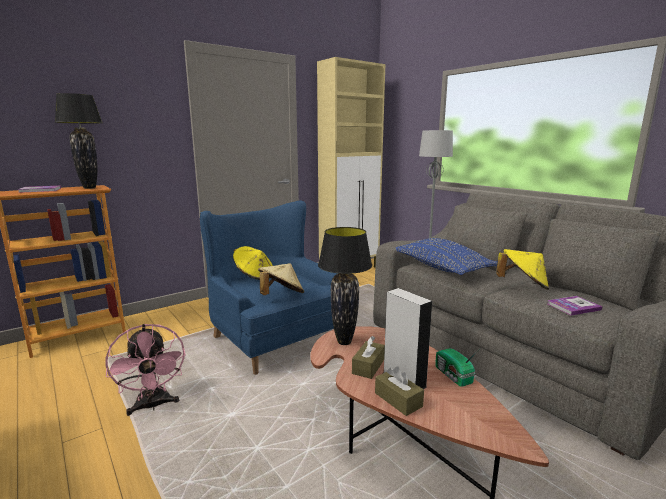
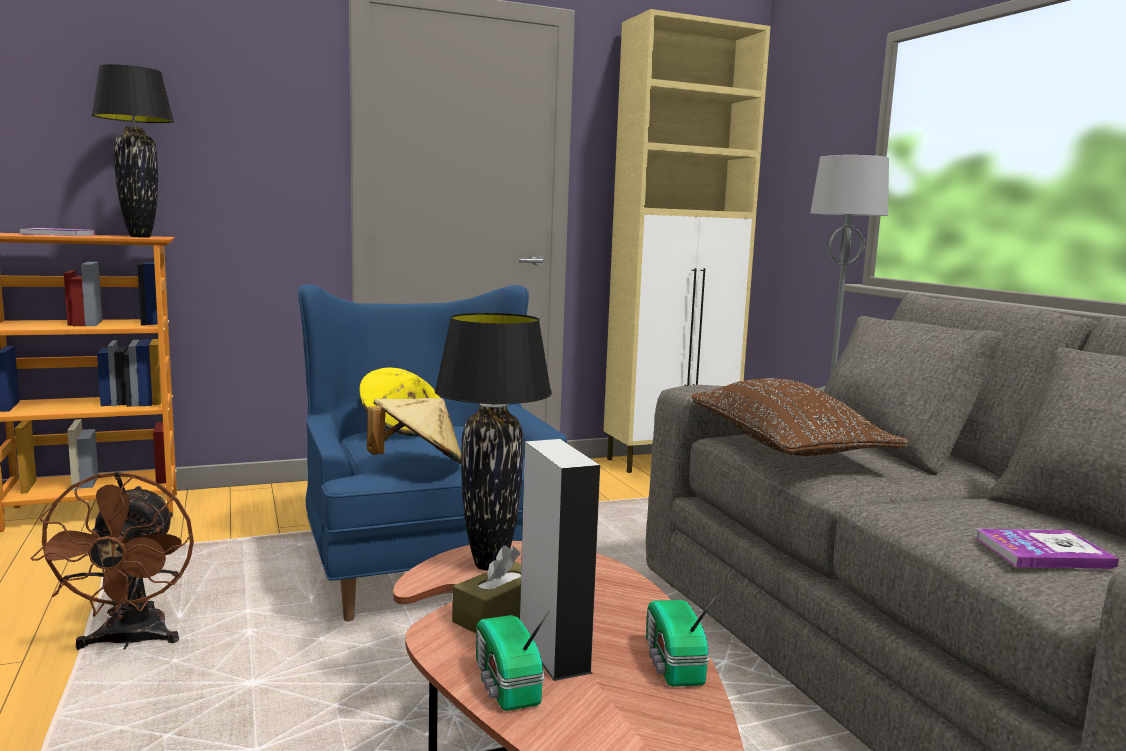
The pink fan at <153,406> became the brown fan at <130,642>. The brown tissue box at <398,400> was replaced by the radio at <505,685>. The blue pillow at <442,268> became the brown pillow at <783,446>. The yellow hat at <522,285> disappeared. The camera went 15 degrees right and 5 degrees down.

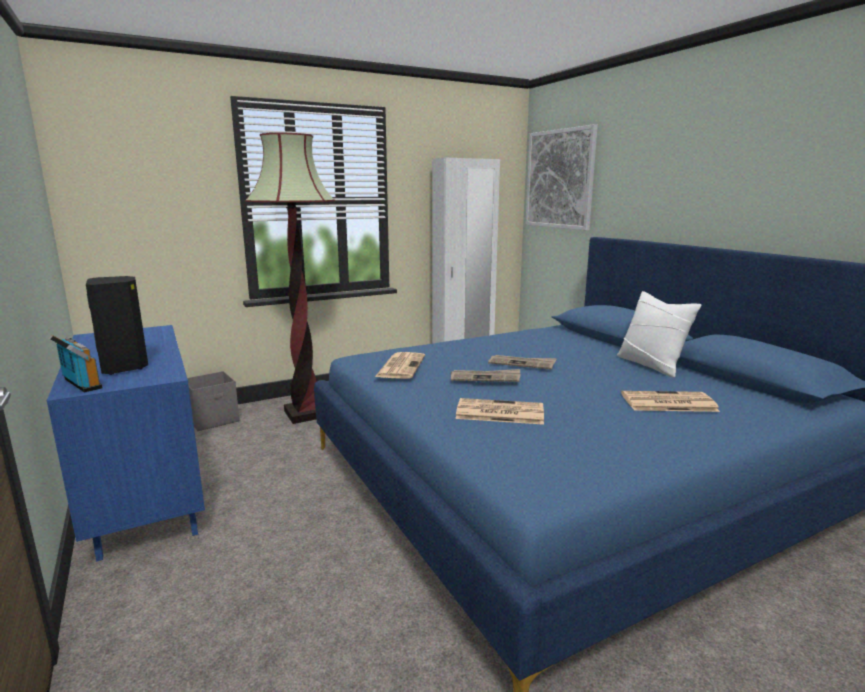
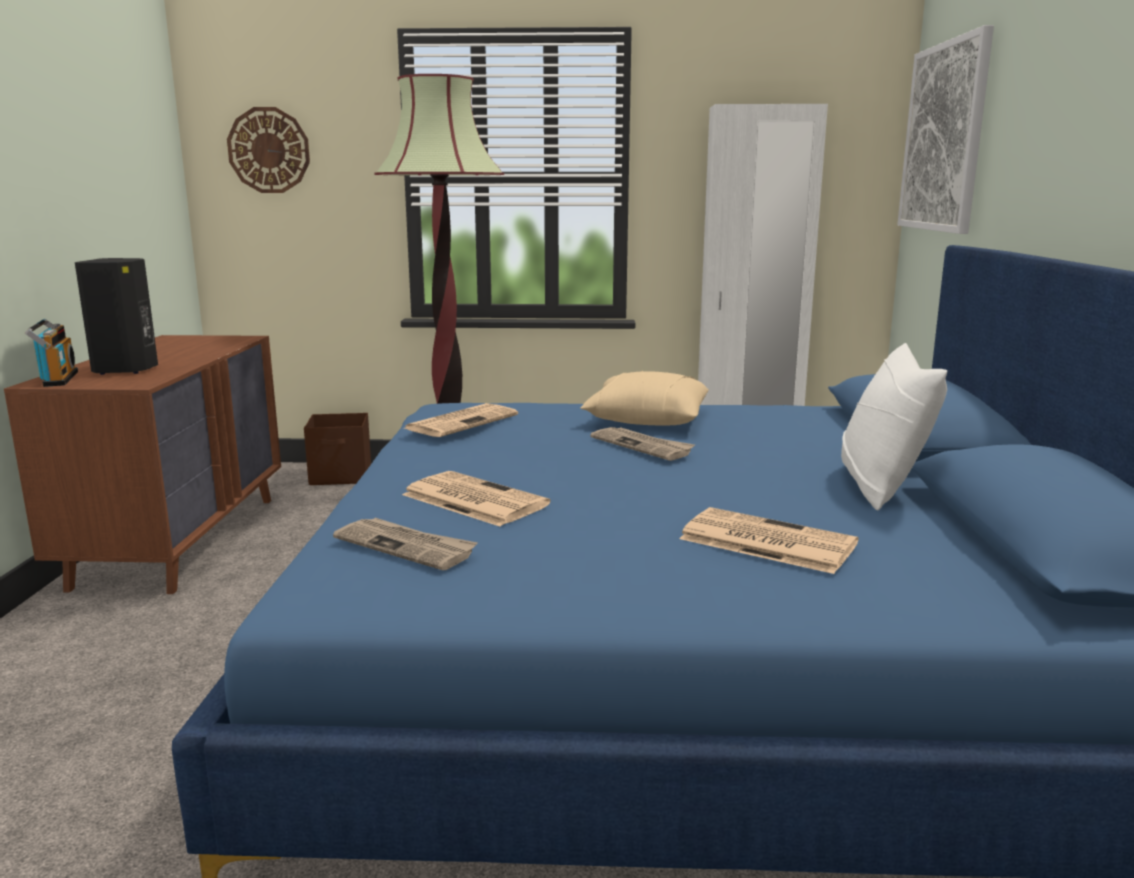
The blue dresser at <146,494> became the brown dresser at <180,540>. The grey storage box at <214,420> became the brown storage box at <342,476>. The newspaper moved from <485,377> to <406,546>. The wall clock at <269,150> appeared. The beige pillow at <646,420> appeared. The camera went 30 degrees right and 0 degrees up.

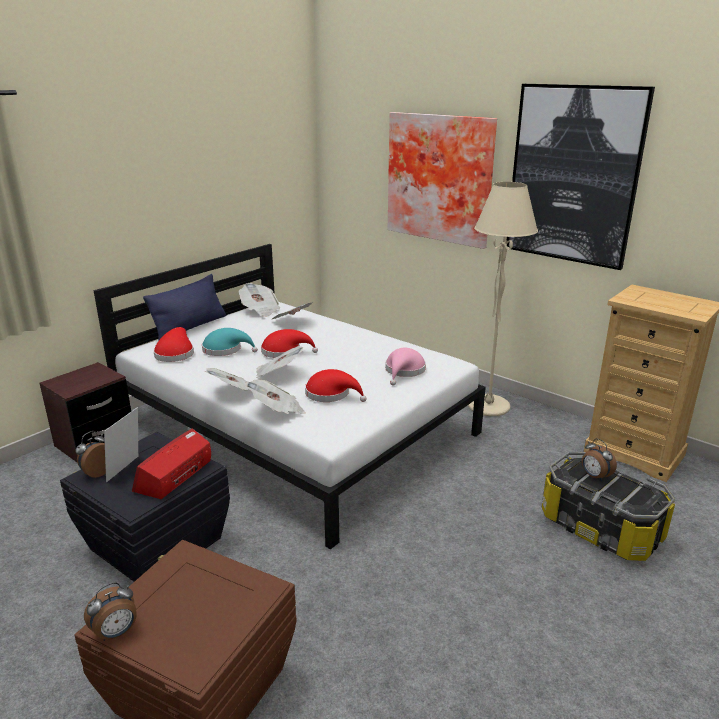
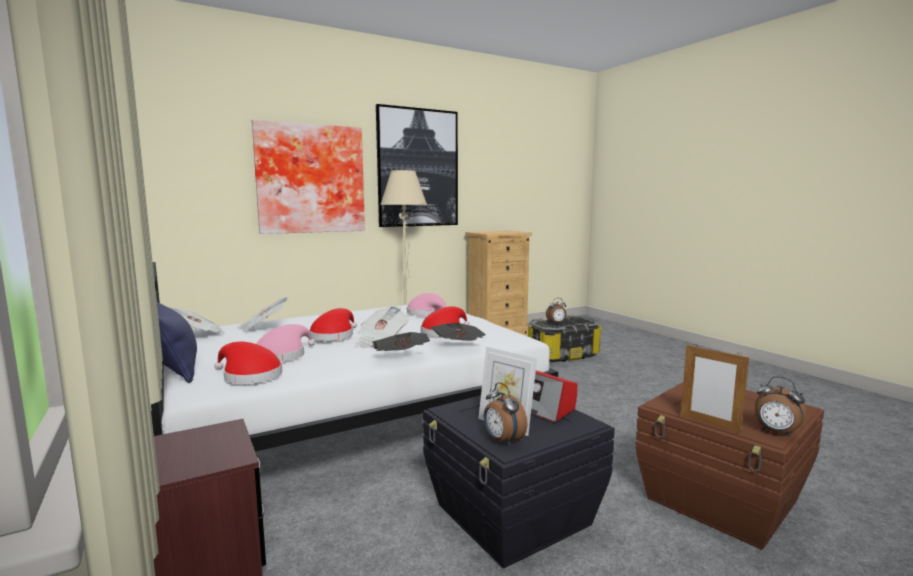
The alarm clock at <116,633> turned 150 degrees clockwise. The turquoise hat at <225,350> became the pink hat at <283,355>. The picture frame at <709,424> appeared. The camera went 70 degrees left and 15 degrees down.

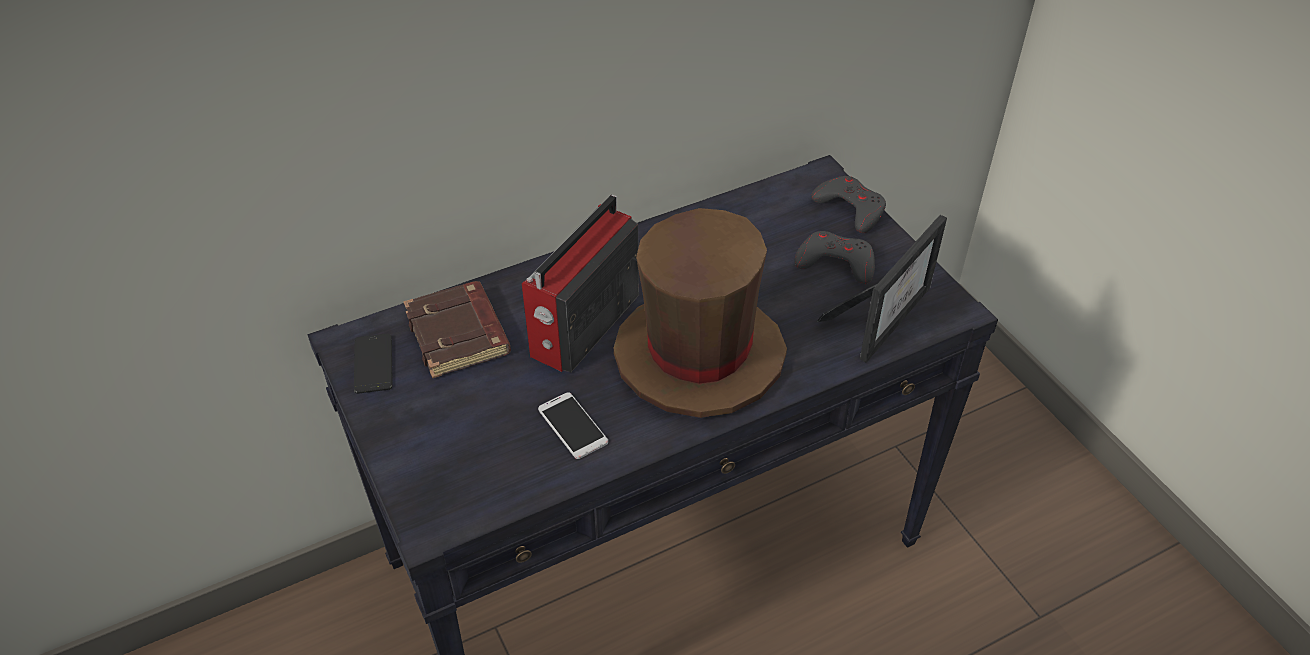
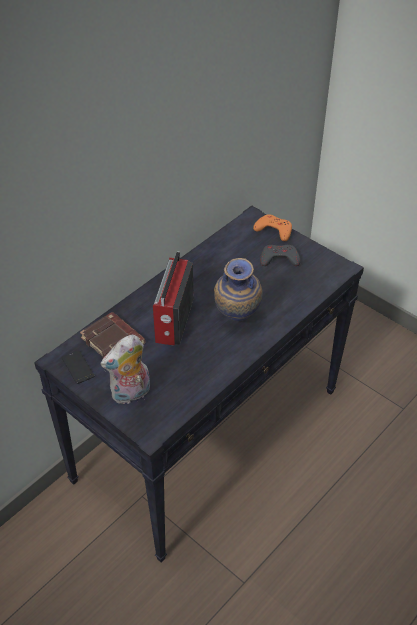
The phone at <573,426> disappeared. The brown hat at <699,355> was replaced by the vase at <236,320>. The grey game controller at <850,208> became the orange game controller at <274,230>. The picture frame at <885,315> disappeared. The plush toy at <131,394> appeared. The camera went 20 degrees left and 0 degrees up.

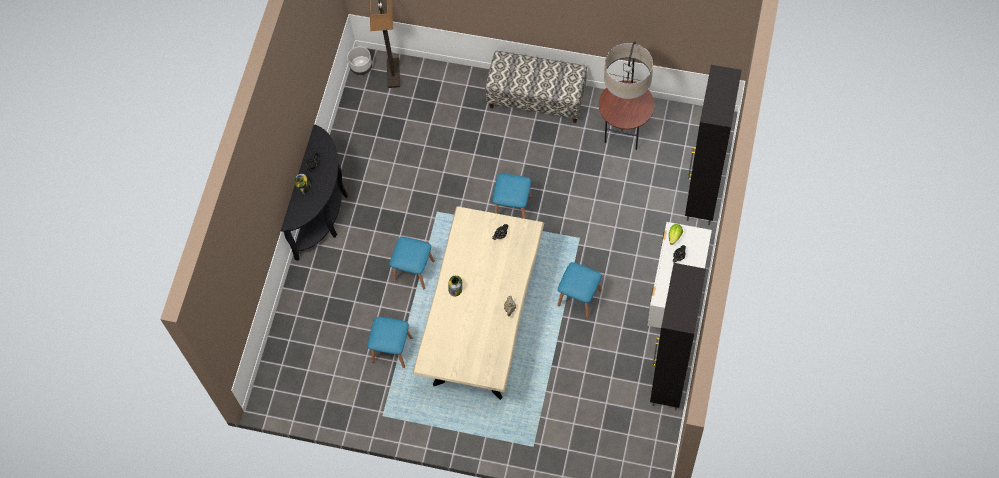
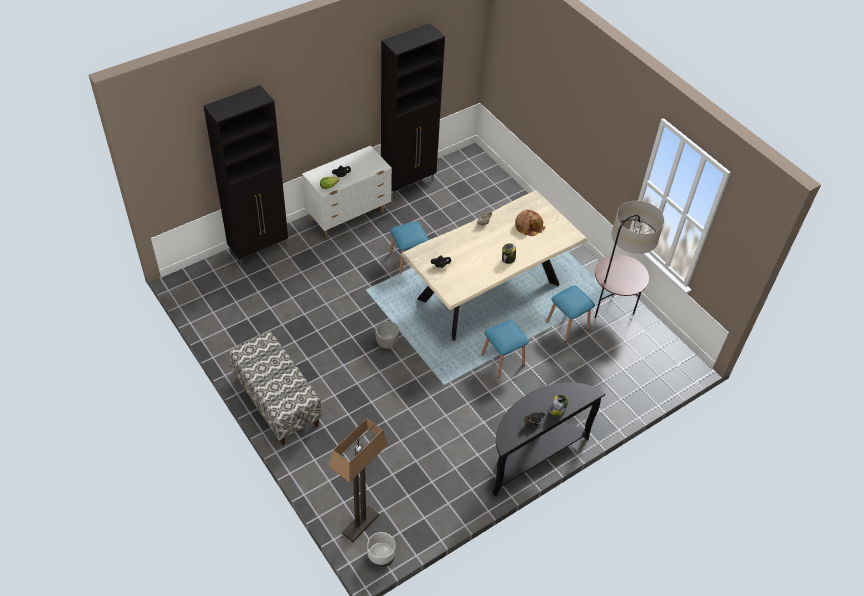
The blue stool at <512,207> was replaced by the planter at <386,343>. The floor lamp moved from <624,131> to <611,309>. The bread at <529,226> appeared. The camera went 145 degrees left and 15 degrees down.

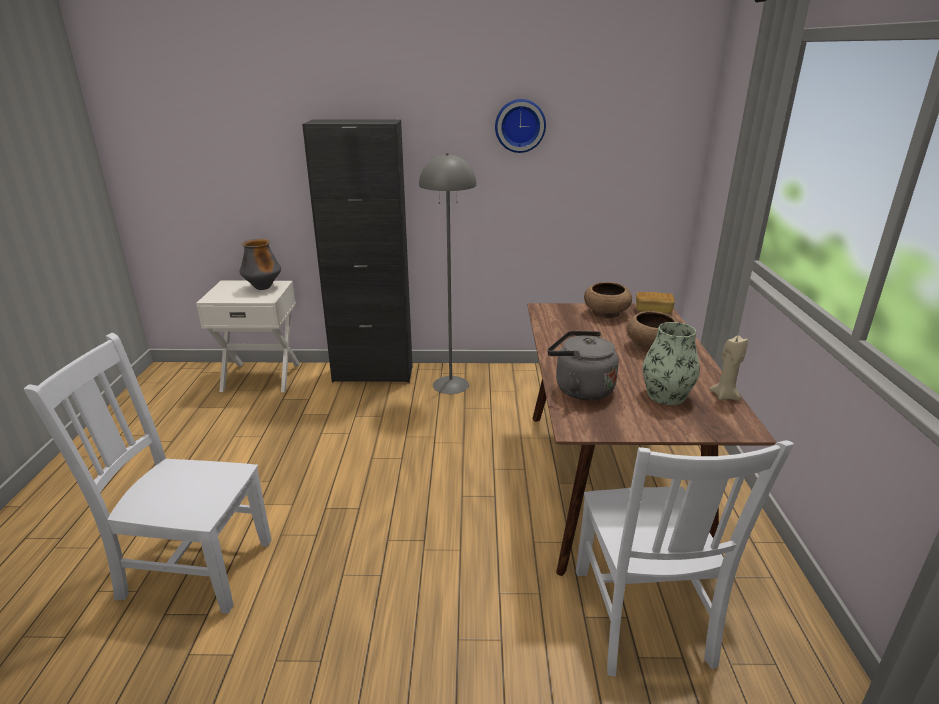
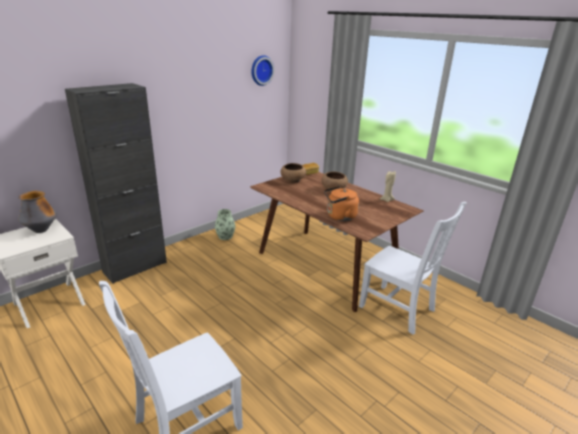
The grey floor lamp at <450,384> disappeared. The wall clock moved from <520,125> to <261,70>. The grey kettle at <580,389> became the orange kettle at <339,217>. The vase moved from <666,395> to <225,236>. The camera went 45 degrees left and 0 degrees up.

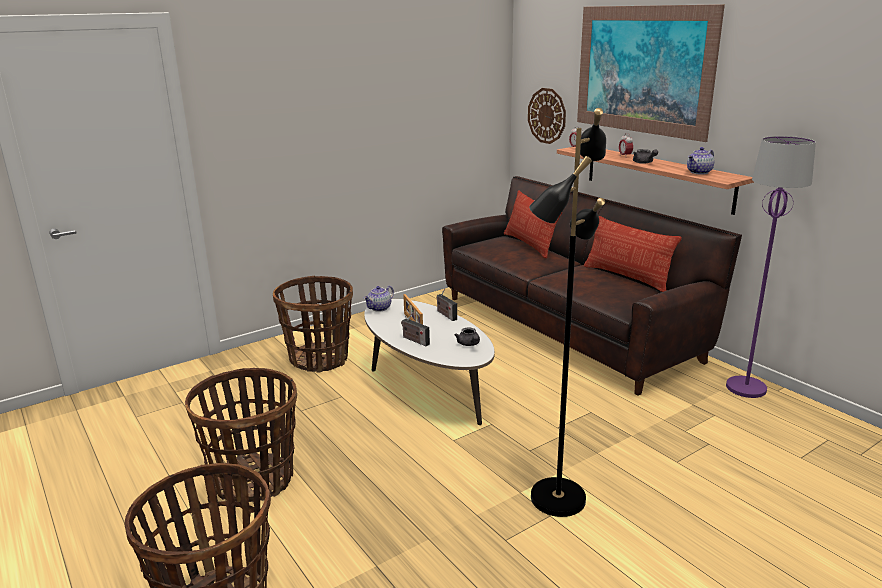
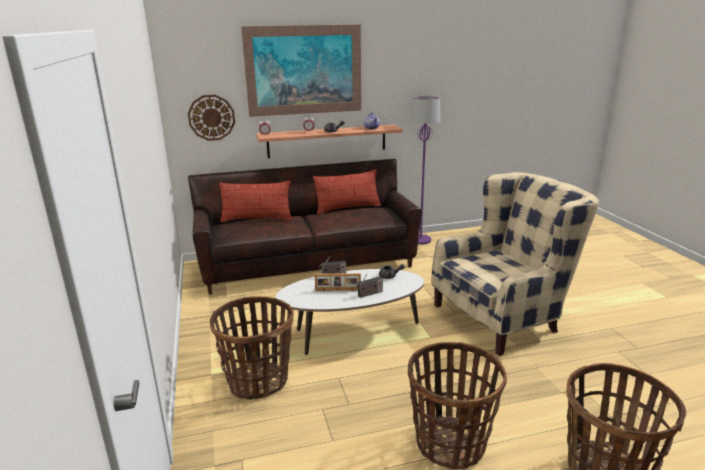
The teapot at <379,308> disappeared. The black floor lamp at <556,497> was replaced by the beige armchair at <504,316>. The camera went 70 degrees left and 0 degrees up.

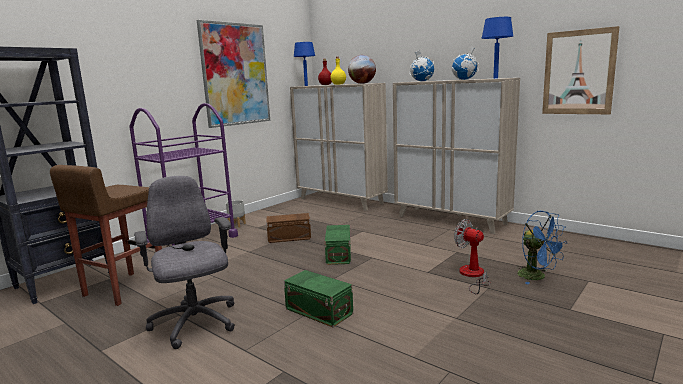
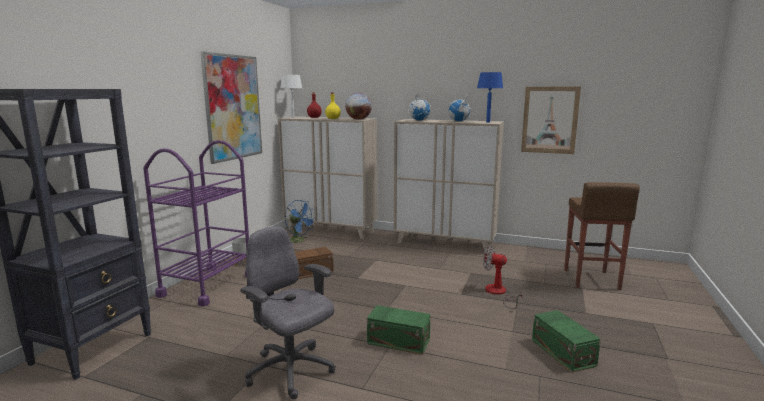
The brown stool moved from <123,289> to <590,280>. The blue table lamp at <306,85> became the white table lamp at <292,117>. The green storage box moved from <339,254> to <563,352>. The blue fan moved from <537,277> to <300,241>. The camera went 20 degrees left and 0 degrees up.

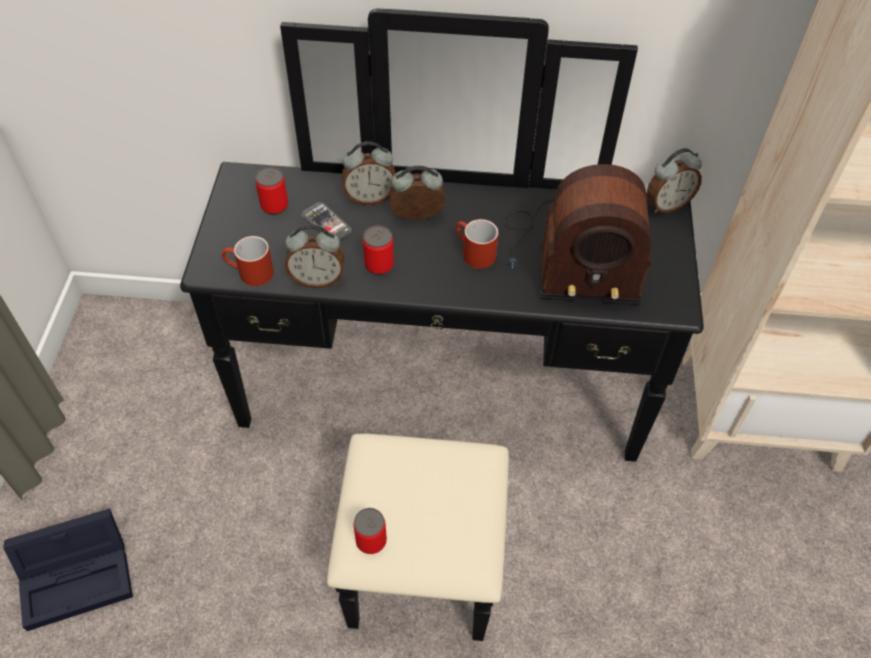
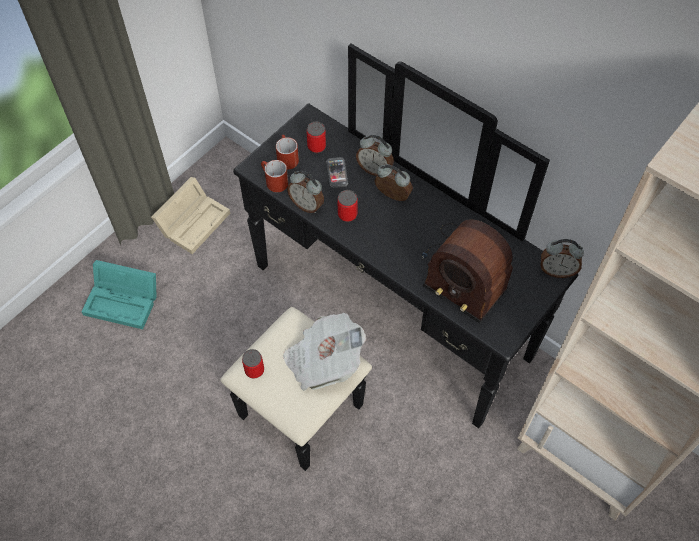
The black storage box at <79,575> became the turquoise storage box at <124,301>. The red mug moved from <473,253> to <286,158>. The beige storage box at <194,221> appeared. The newspaper at <323,361> appeared. The camera went 35 degrees right and 5 degrees up.

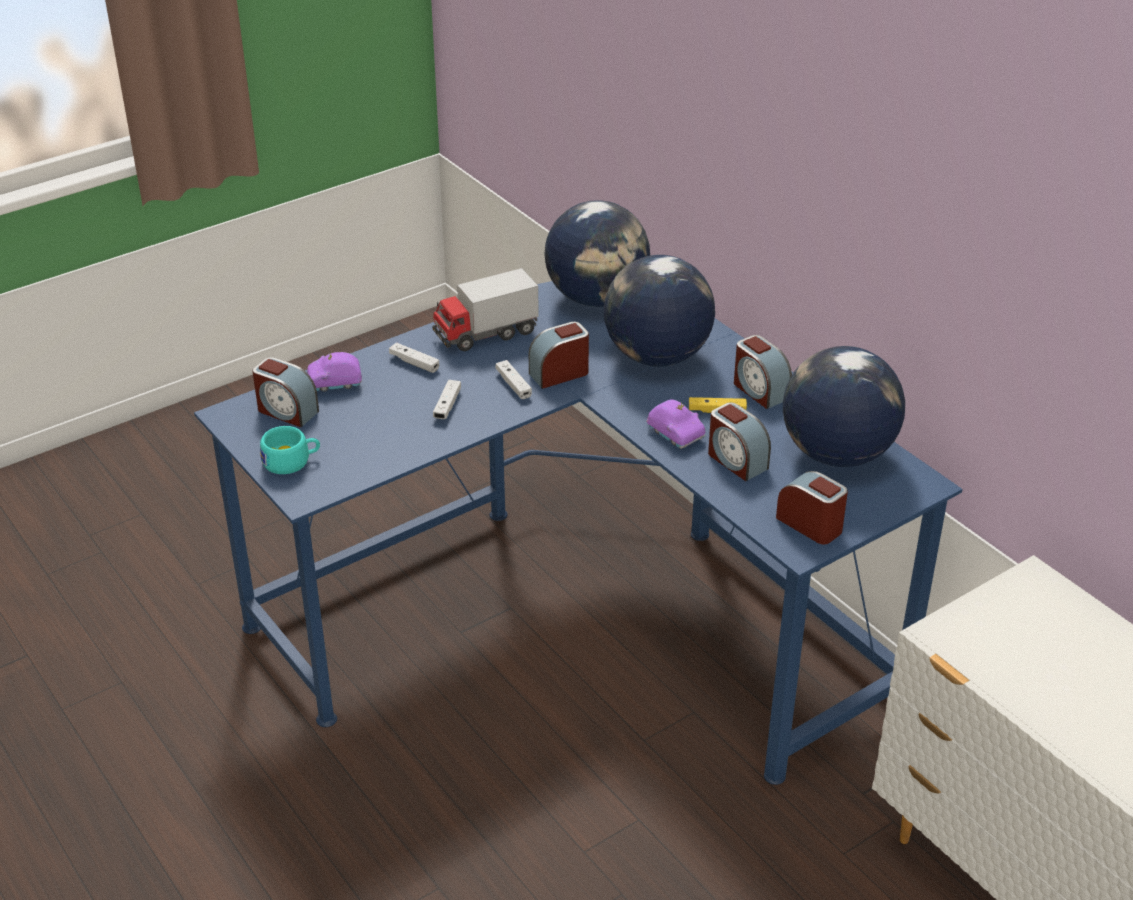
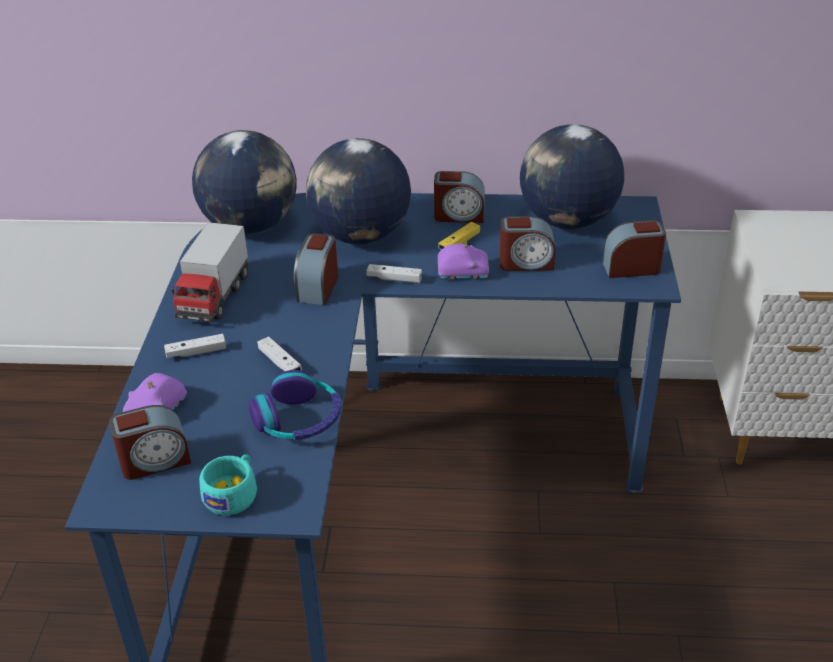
The white game controller moved from <513,385> to <394,279>. The headphones at <299,419> appeared. The camera went 50 degrees left and 0 degrees up.

